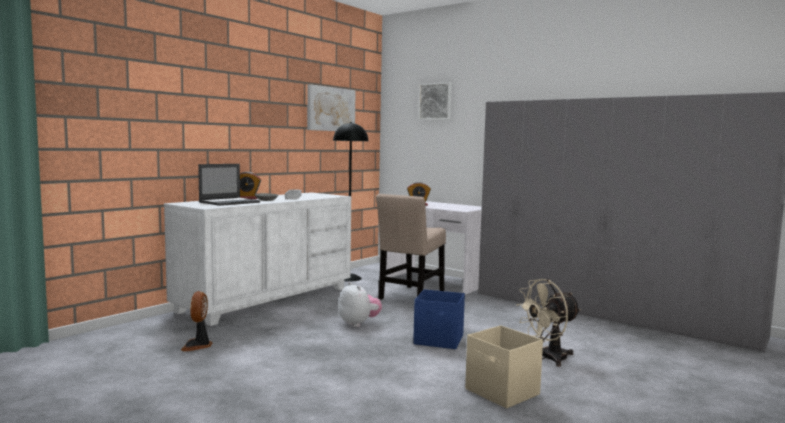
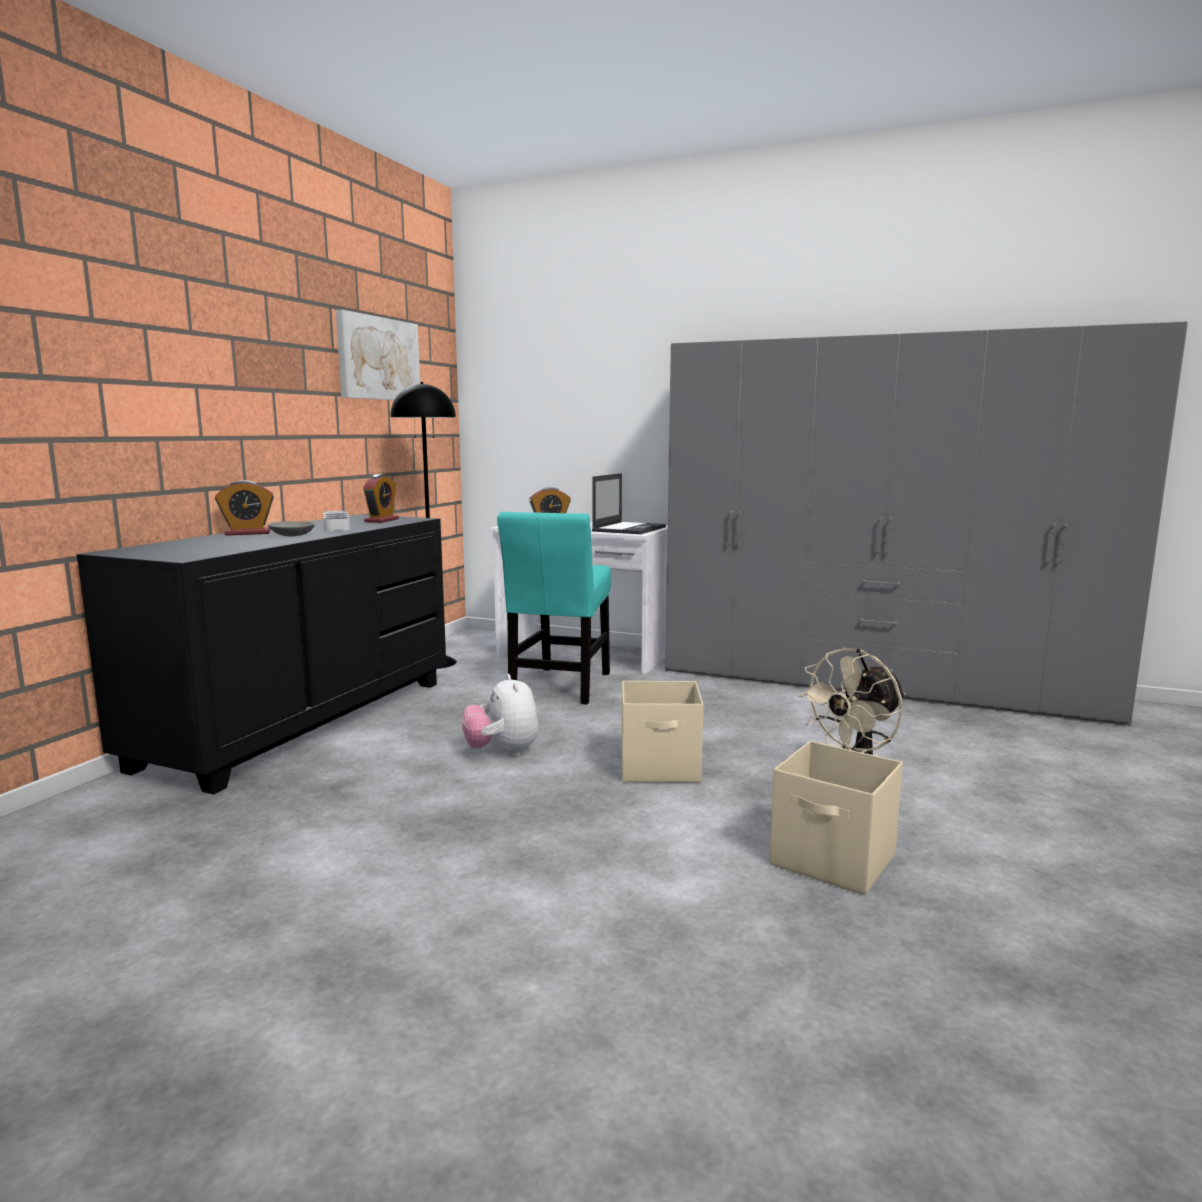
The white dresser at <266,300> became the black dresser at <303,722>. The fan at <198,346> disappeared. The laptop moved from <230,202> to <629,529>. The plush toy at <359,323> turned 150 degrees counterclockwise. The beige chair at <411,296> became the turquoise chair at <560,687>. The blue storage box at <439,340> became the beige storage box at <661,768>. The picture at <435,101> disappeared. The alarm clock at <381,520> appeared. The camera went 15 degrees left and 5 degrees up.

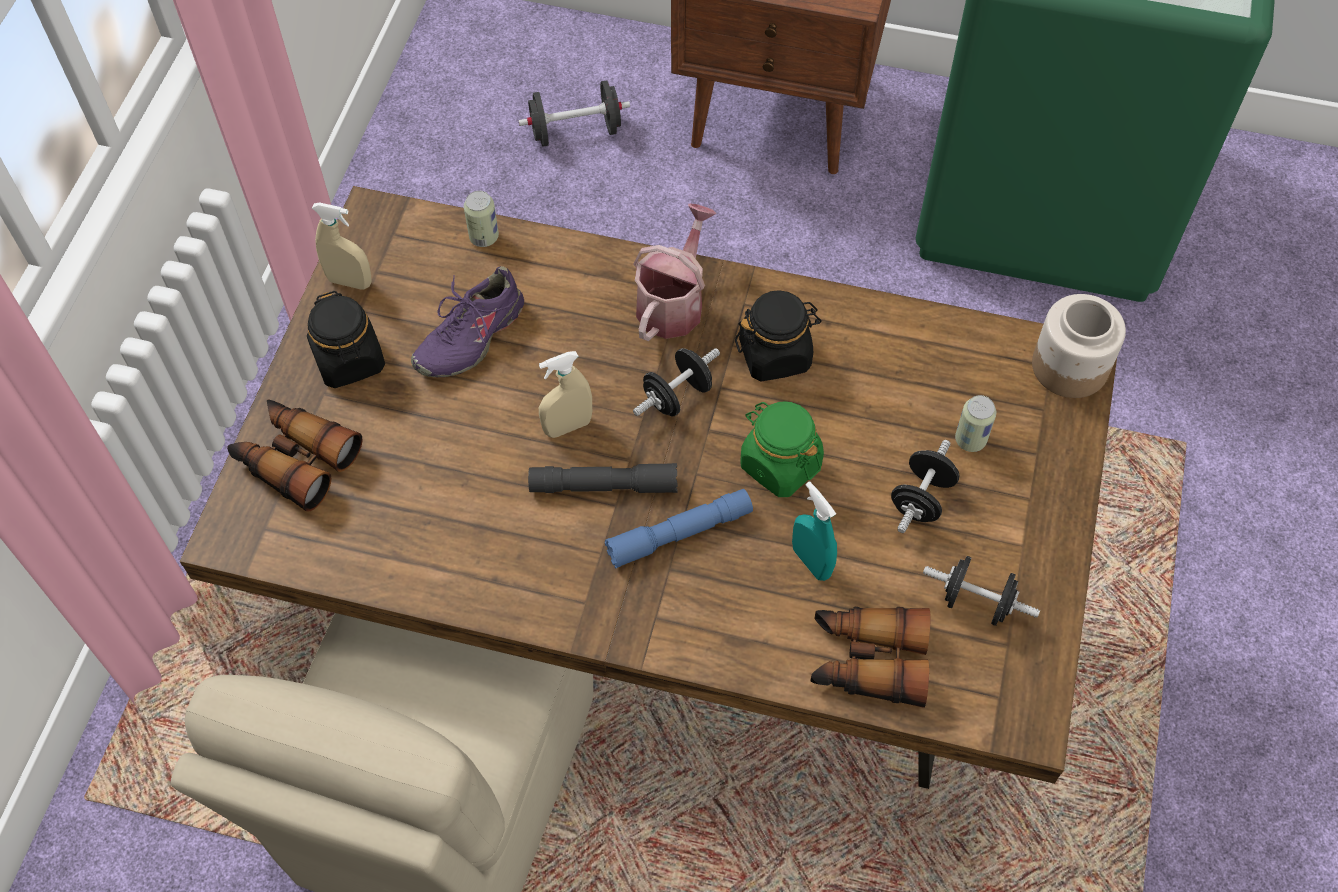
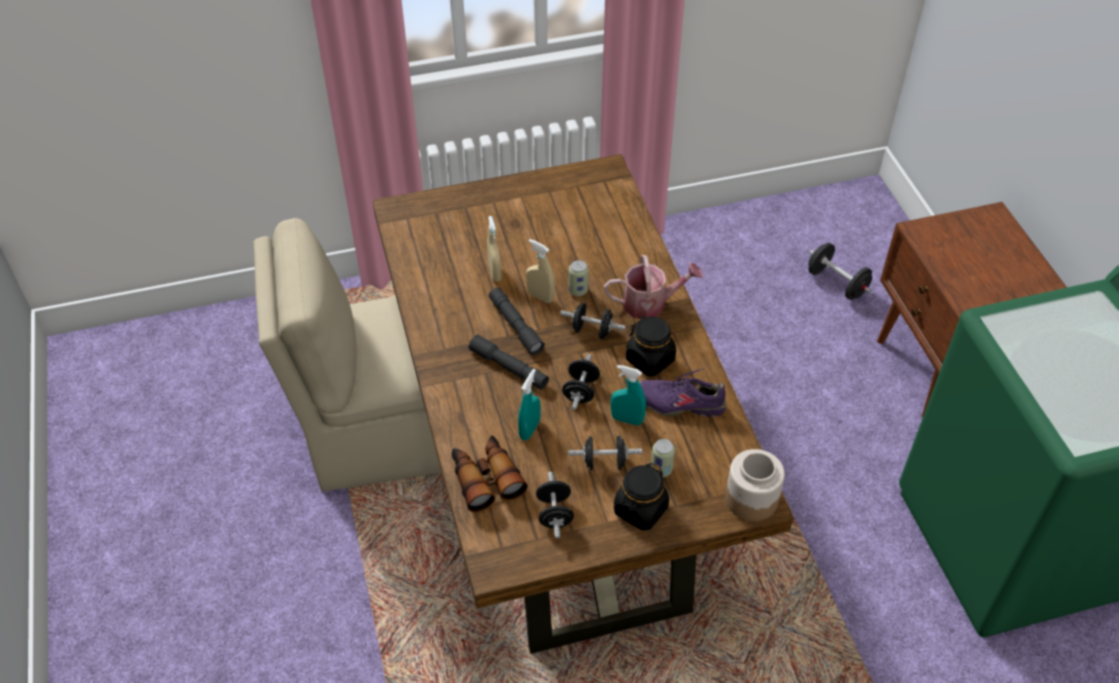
The binoculars at <295,459> disappeared. The black jar moved from <349,360> to <640,510>. The beige spray bottle moved from <350,281> to <495,273>. The purple shoe moved from <470,336> to <680,403>. The can moved from <484,237> to <578,290>. The blue flashlight at <679,534> became the grey flashlight at <509,368>. The green jar at <780,465> was replaced by the black dumbbell at <580,391>. The turquoise spray bottle at <627,419> appeared. The camera went 60 degrees right and 10 degrees down.

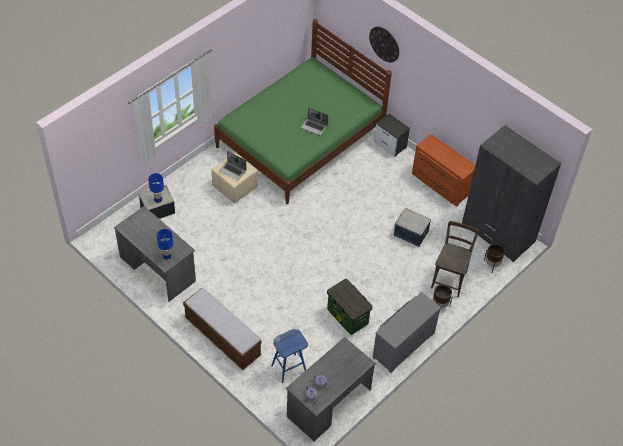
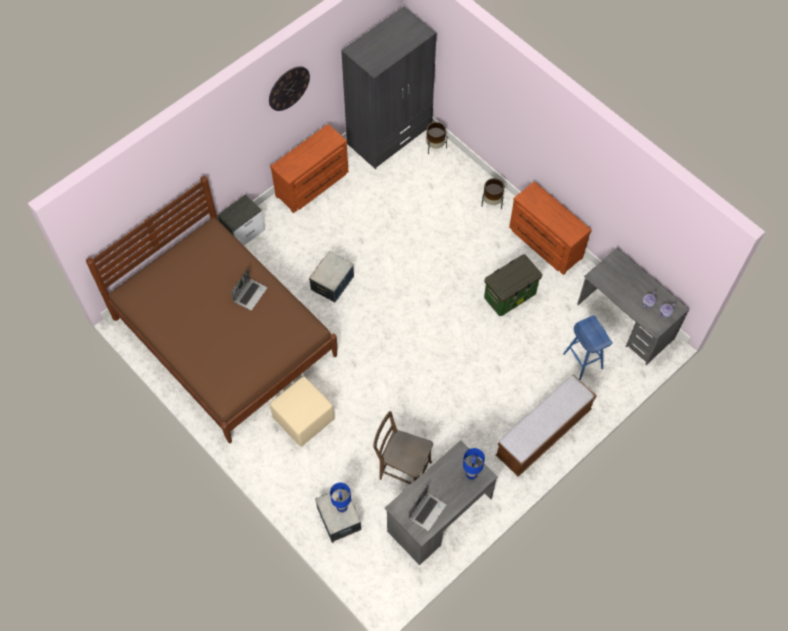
The green bed at <300,139> became the brown bed at <224,336>. The laptop moved from <233,171> to <427,511>. The wall clock moved from <384,44> to <288,88>. The grey dresser at <402,344> became the brown dresser at <544,244>. The storage box moved from <411,233> to <332,283>. The brown chair moved from <449,278> to <402,469>. The camera went 85 degrees left and 10 degrees up.

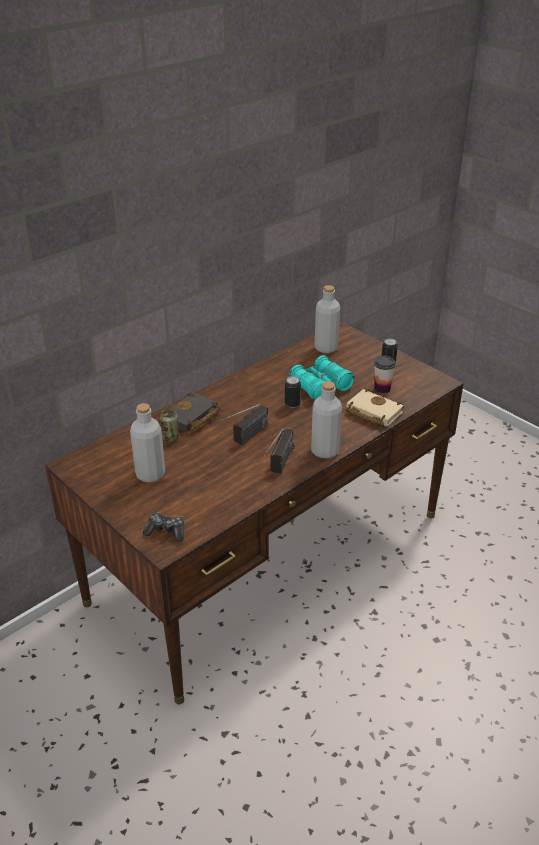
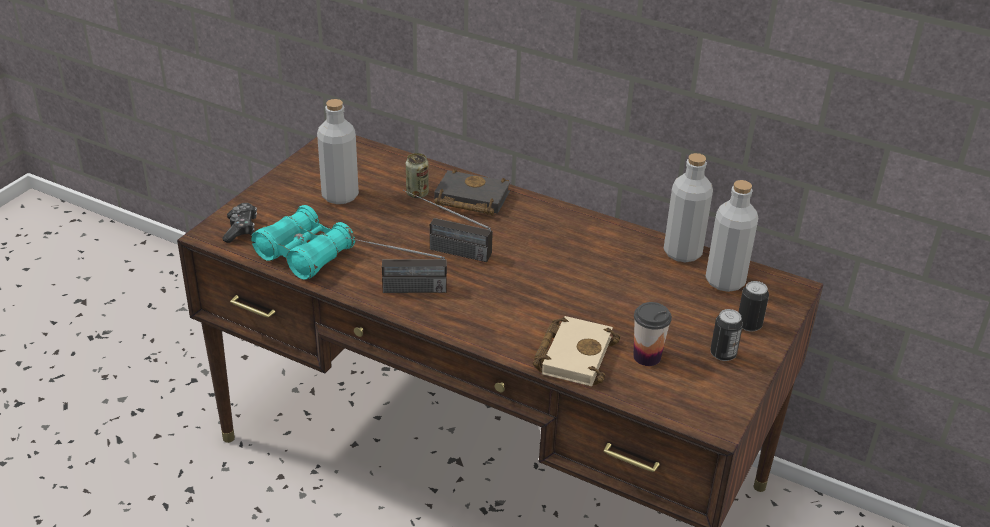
The can moved from <292,404> to <749,325>. The turquoise binoculars moved from <321,386> to <304,254>. The grey bottle moved from <325,451> to <682,252>. The camera went 70 degrees right and 0 degrees up.

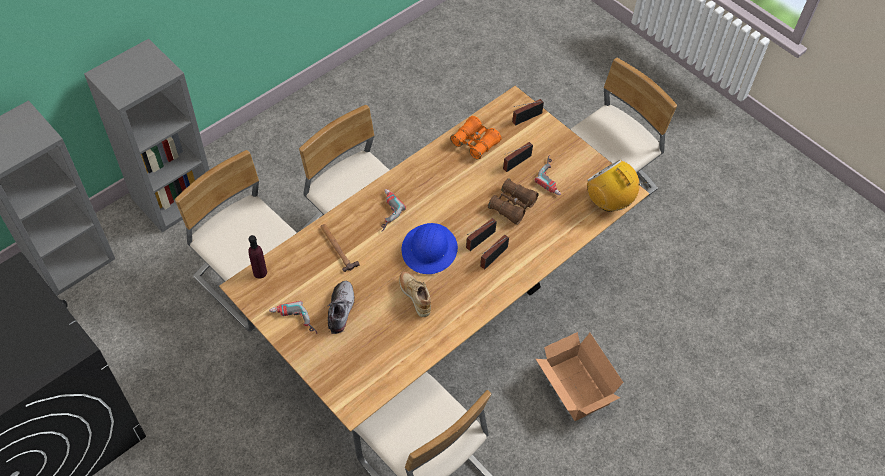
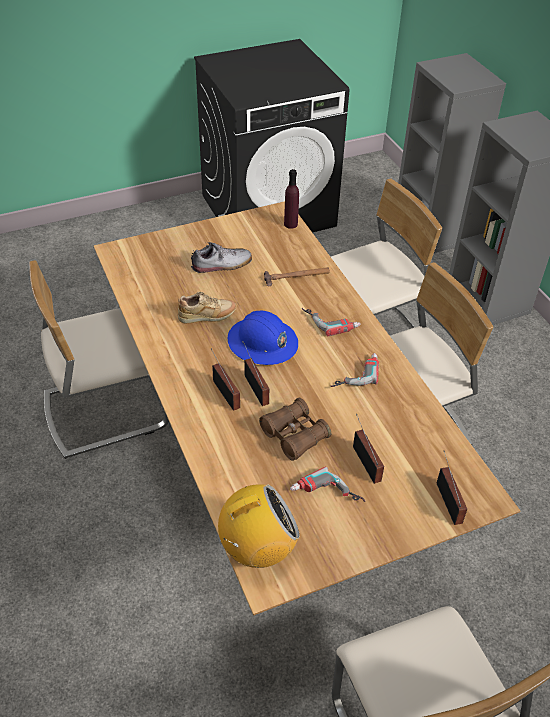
The power drill moved from <293,322> to <354,373>. The shoe at <341,309> turned 45 degrees counterclockwise. The orange binoculars at <475,143> disappeared. The cardboard box at <574,390> disappeared. The camera went 110 degrees right and 10 degrees down.

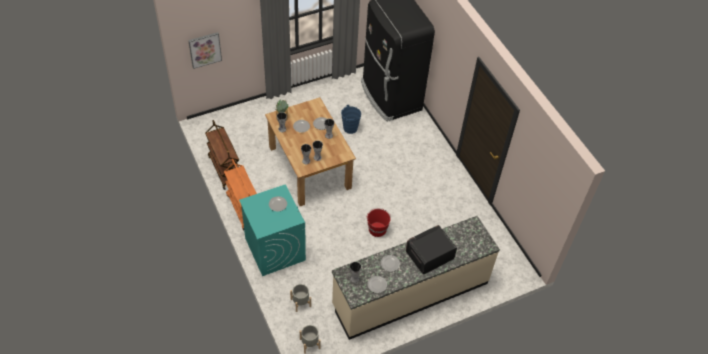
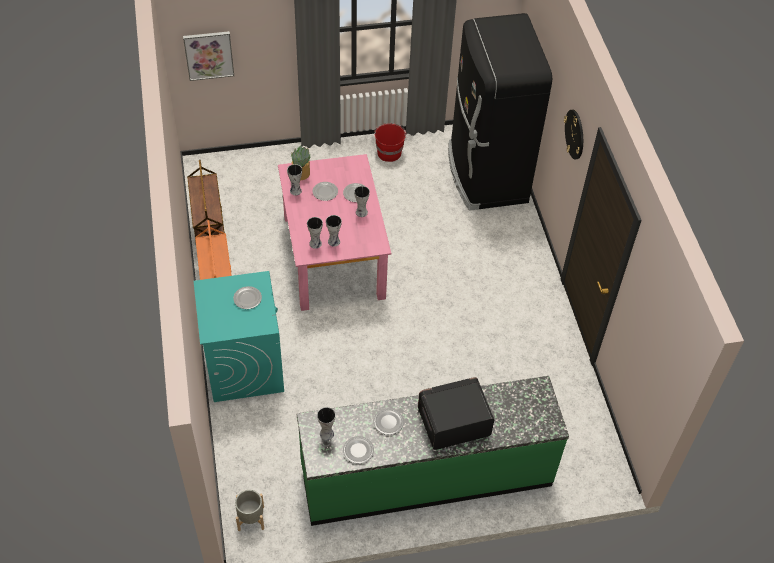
The brown dining table at <309,167> became the pink dining table at <332,255>. The grey planter at <301,302> disappeared. The beige counter at <410,294> became the green counter at <426,476>. The blue bucket at <350,128> disappeared. The red bucket moved from <377,229> to <389,152>. The wall clock at <575,134> appeared. The camera went 15 degrees right and 0 degrees up.

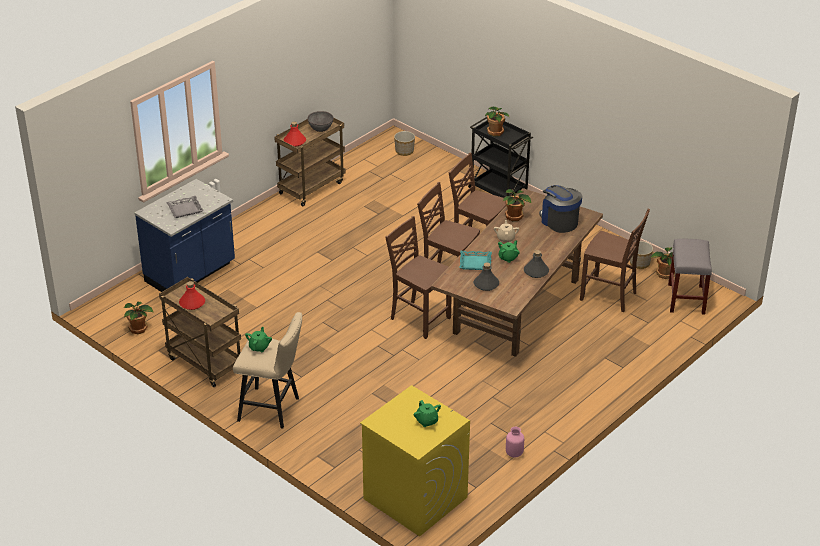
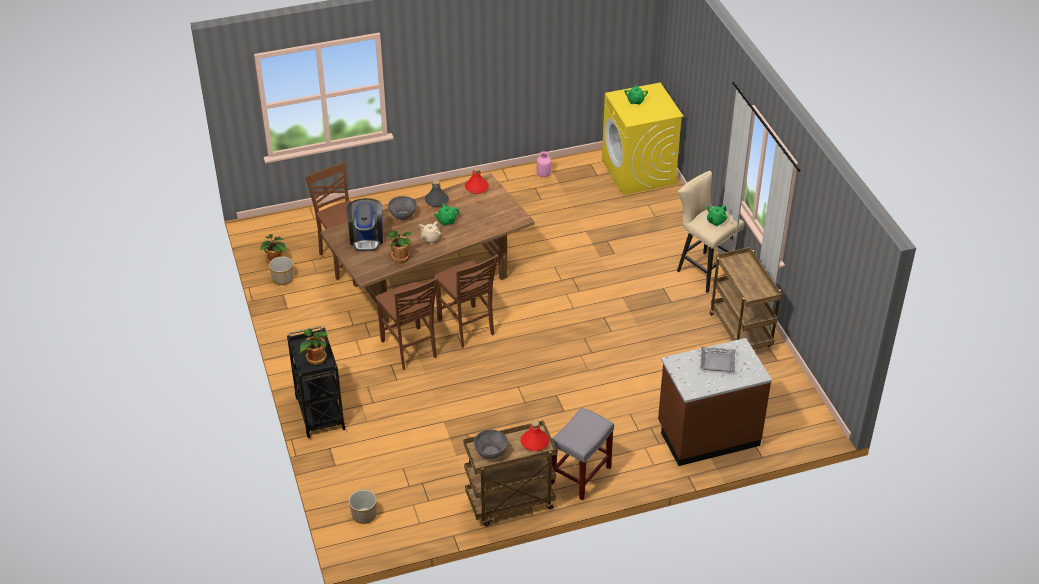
The potted plant at <139,329> disappeared. The blue counter at <191,274> became the brown counter at <708,434>. The red bottle moved from <192,303> to <477,187>. The brown chair at <419,318> disappeared. The turquoise tray at <475,263> disappeared. The grey bottle at <486,284> disappeared. The grey stool moved from <686,299> to <580,474>. The grey bowl at <403,215> appeared. The camera went 150 degrees left and 5 degrees up.

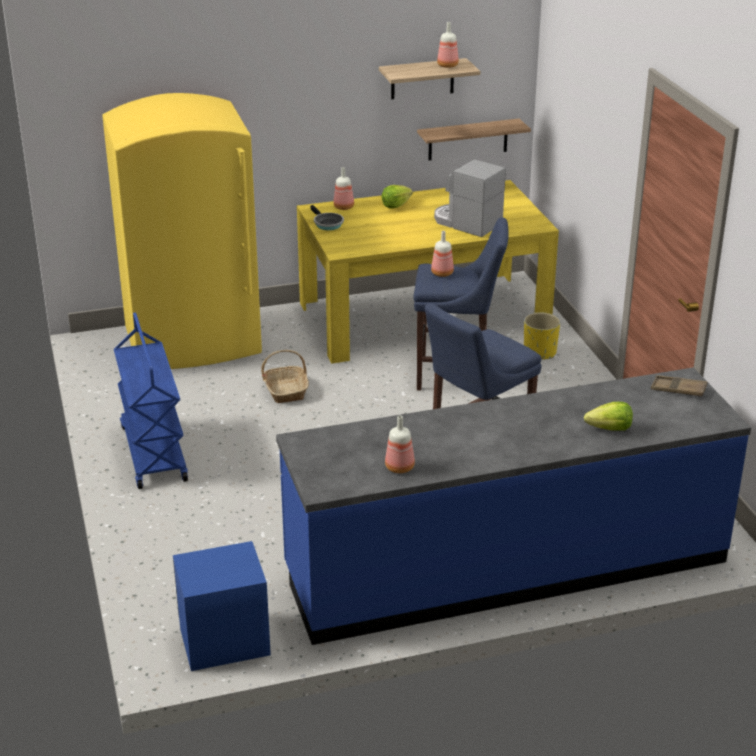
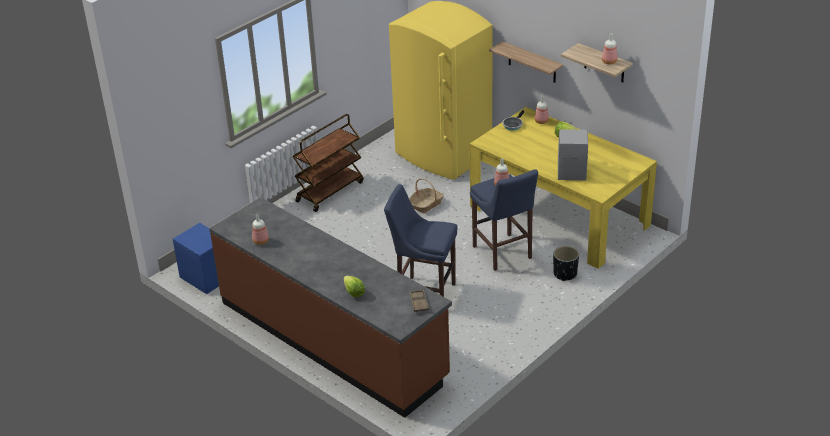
The blue cart at <153,452> became the brown cart at <330,191>. The blue counter at <506,566> became the brown counter at <332,339>. The shelf moved from <468,139> to <532,63>. The yellow planter at <540,353> became the black planter at <565,274>. The camera went 60 degrees right and 5 degrees up.

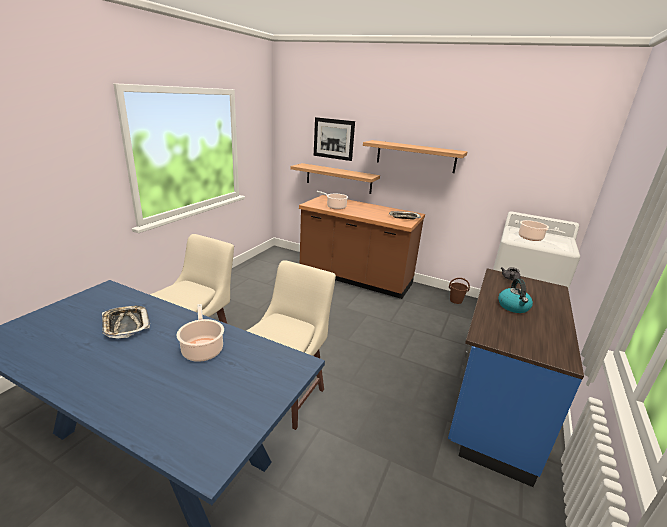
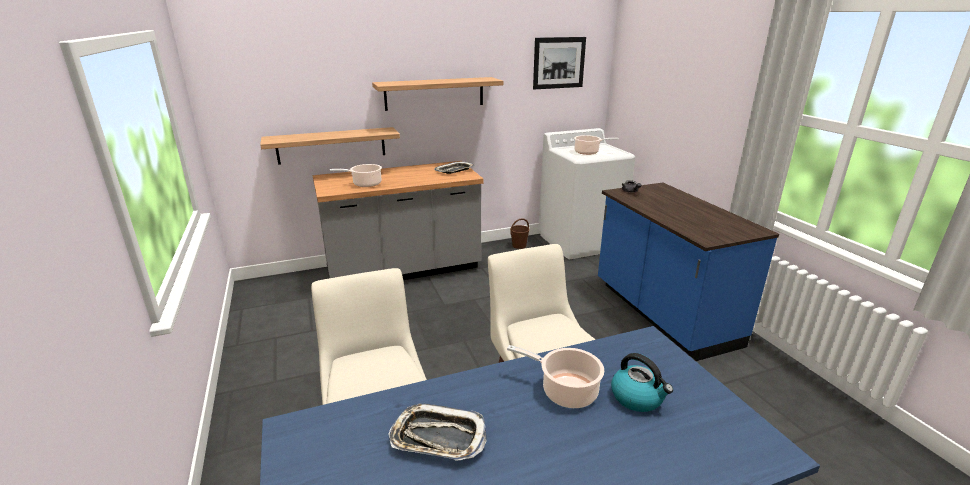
The brown counter at <355,279> became the grey counter at <404,271>. The picture moved from <333,139> to <559,63>. The kettle moved from <513,307> to <638,398>. The camera went 45 degrees left and 0 degrees up.

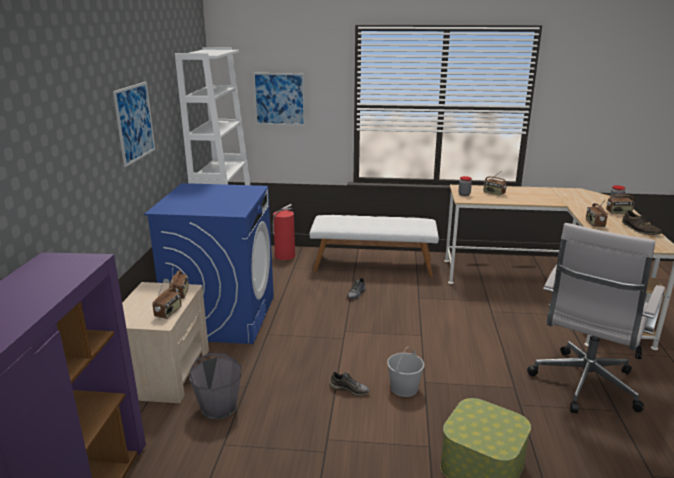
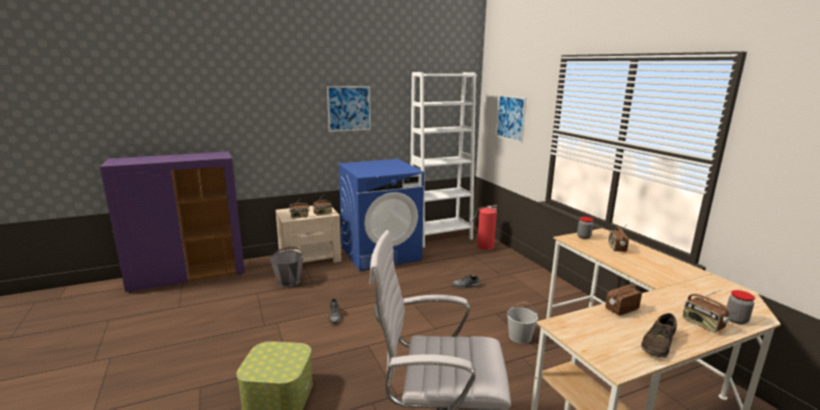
The white bench at <373,265> disappeared. The white bucket moved from <404,388> to <520,336>. The camera went 60 degrees right and 5 degrees down.

